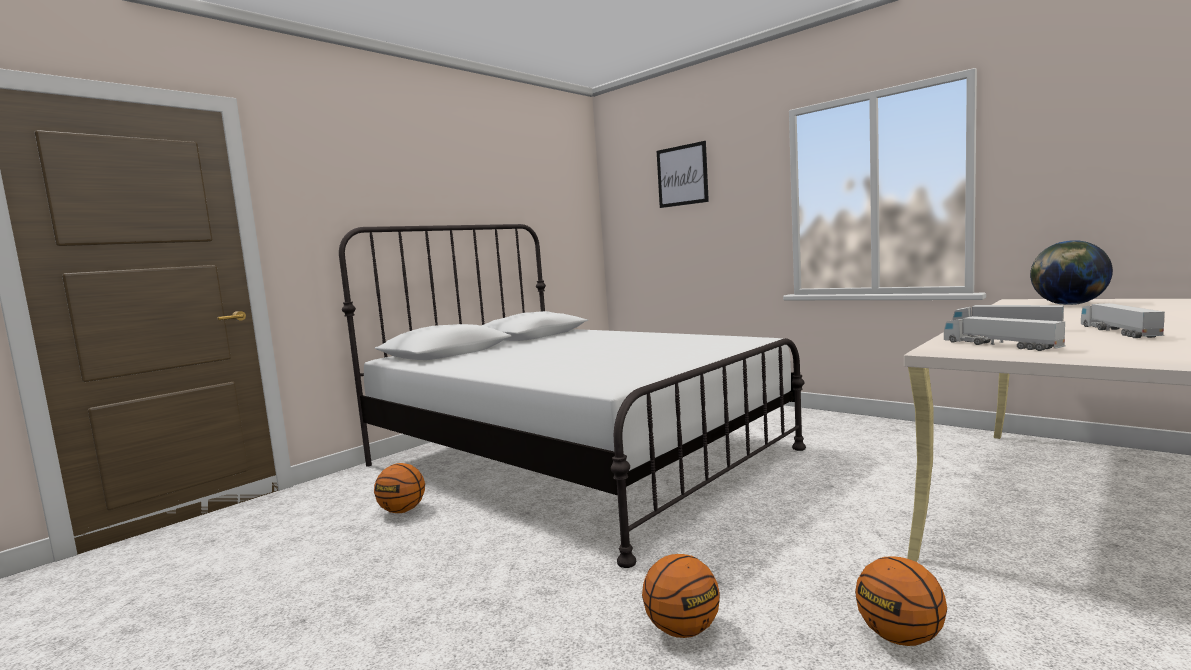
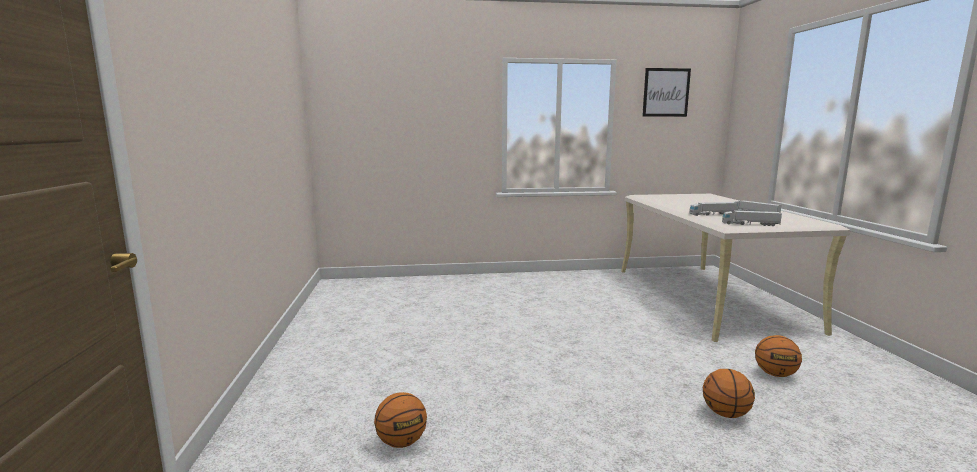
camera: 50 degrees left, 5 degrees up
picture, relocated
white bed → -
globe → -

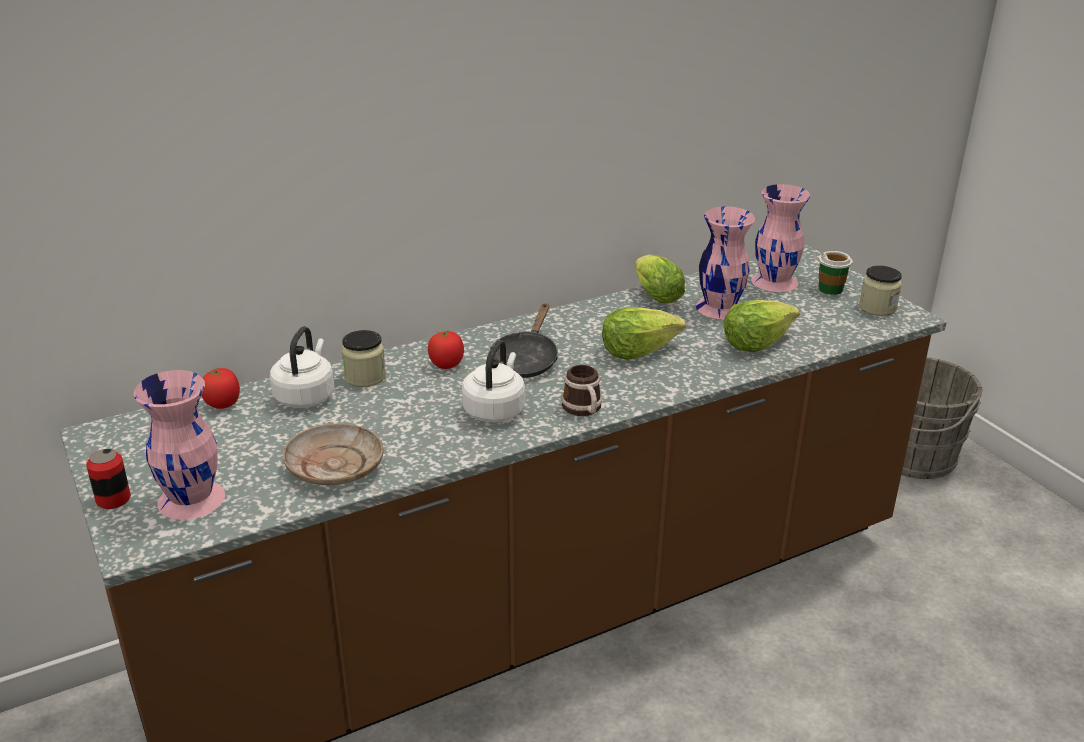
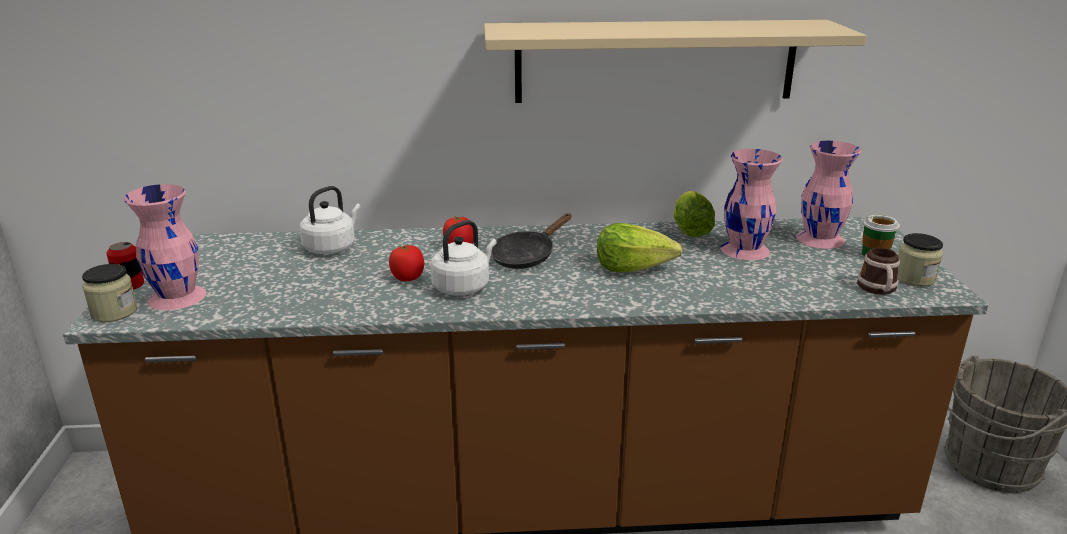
camera: 25 degrees right, 5 degrees down
jar (no. 1 from left), relocated
tomato (no. 1 from left), relocated
- → beige shelf
mug, relocated
beige plate → -
lettuce (no. 3 from left) → -

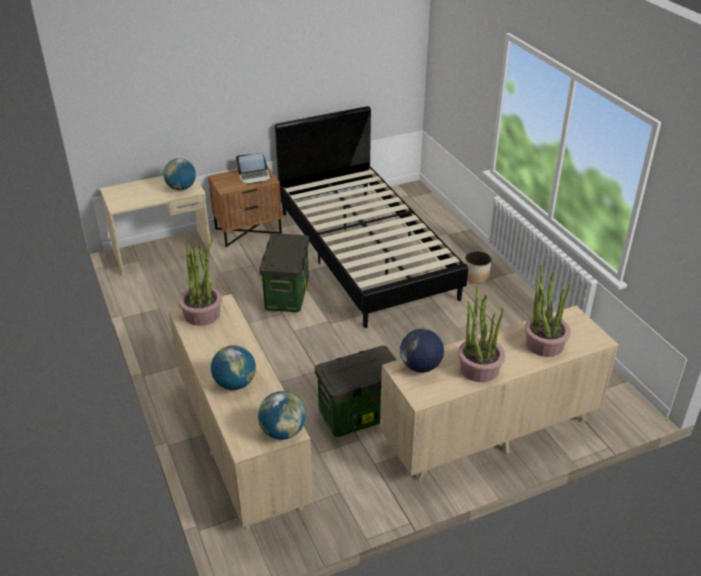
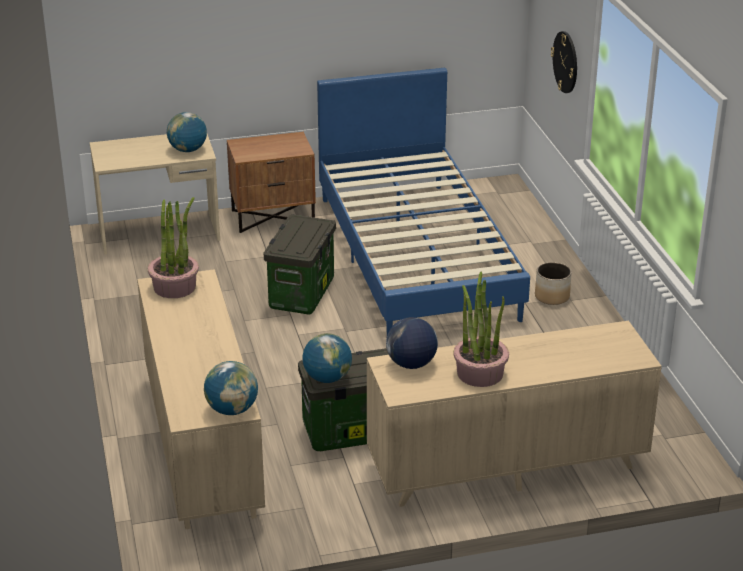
camera: 10 degrees right, 5 degrees down
globe (no. 2 from left in the first image) → globe (no. 3 from left), relocated
black bed → blue bed
- → wall clock
laptop → -
potted plant (no. 3 from left) → -

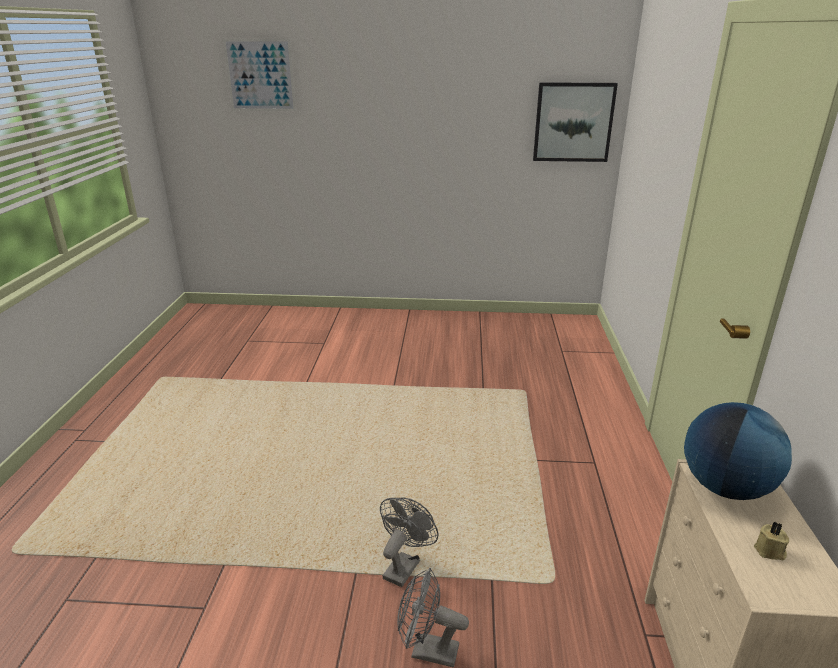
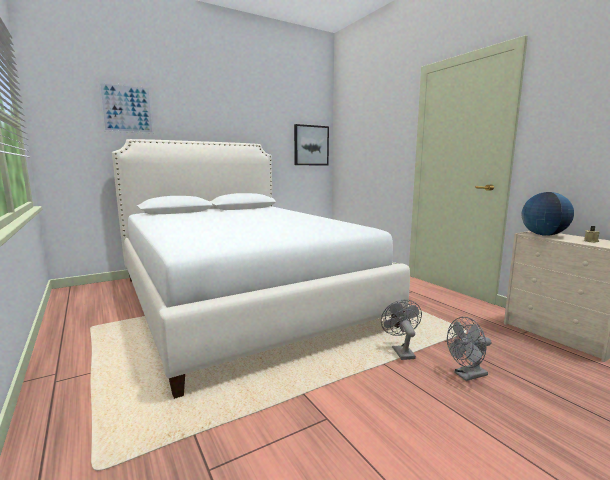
camera: 35 degrees left, 15 degrees down
- → white bed

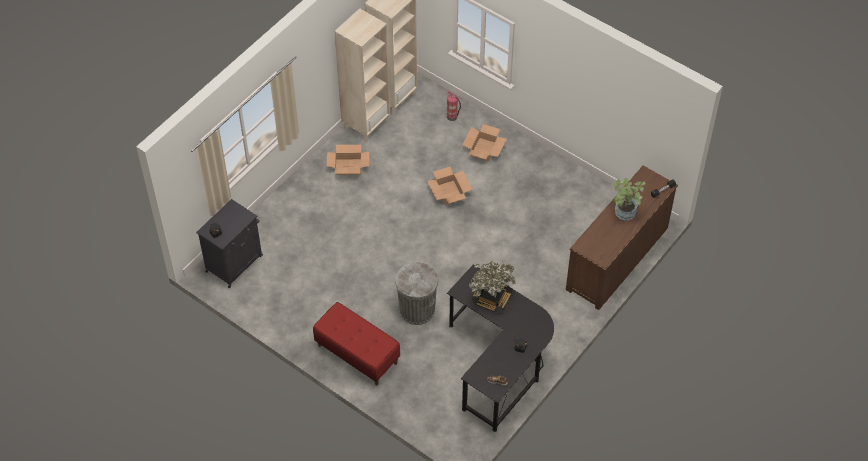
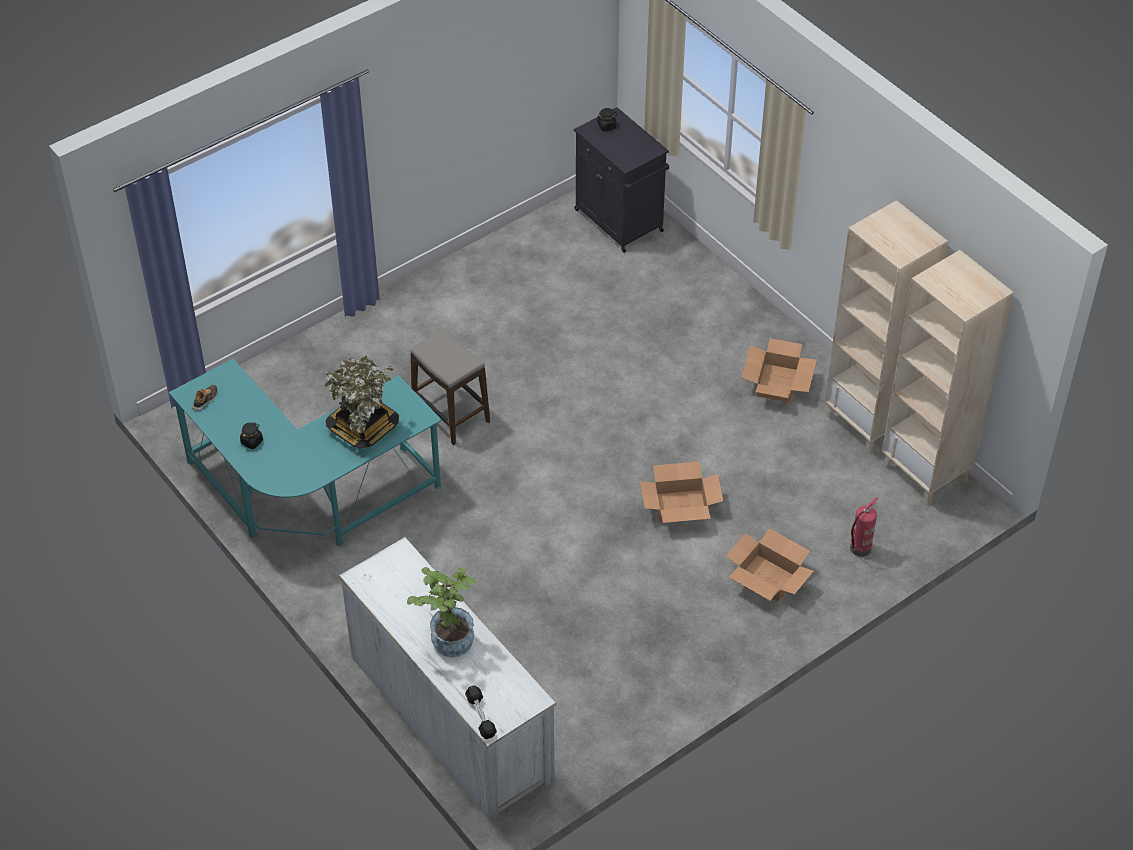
camera: 105 degrees right, 5 degrees down
black desk → turquoise desk
brown dresser → white dresser
grey trash can → stool
red bench → -

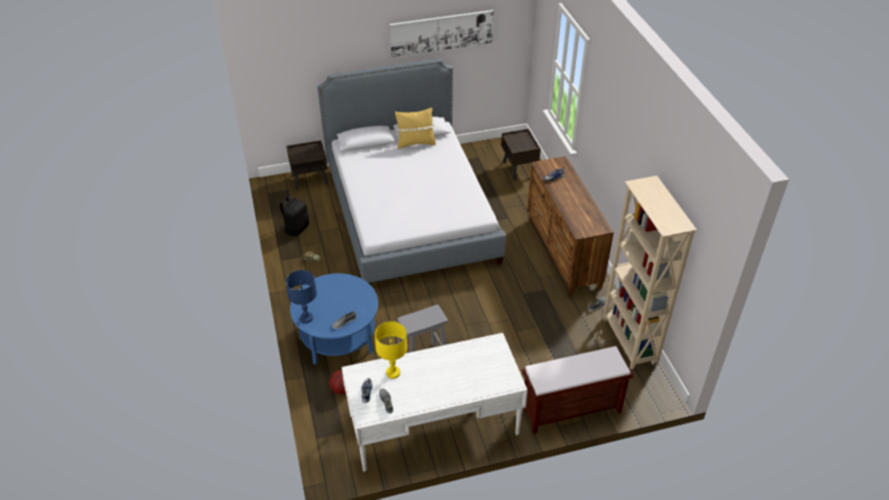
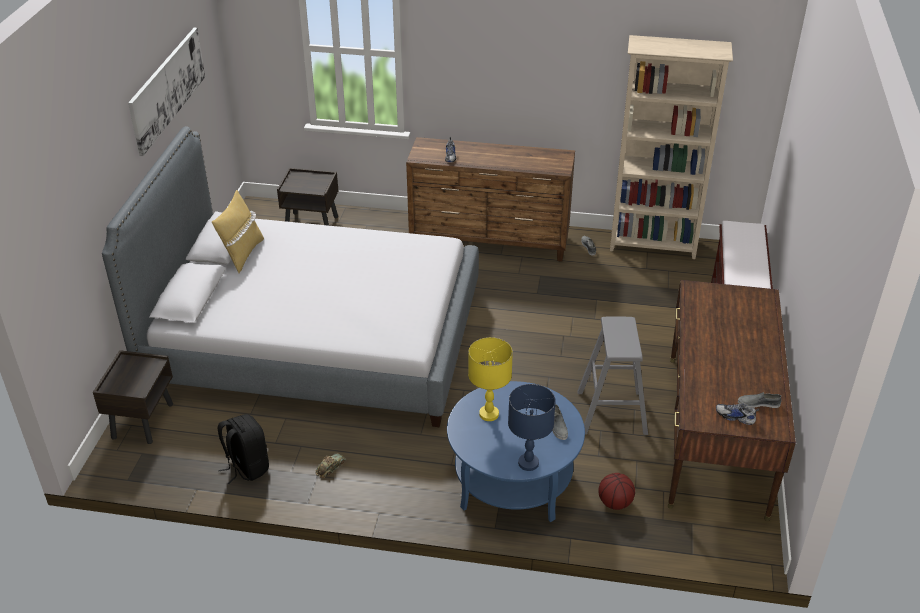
camera: 65 degrees left, 5 degrees down
yellow table lamp, relocated
white desk → brown desk

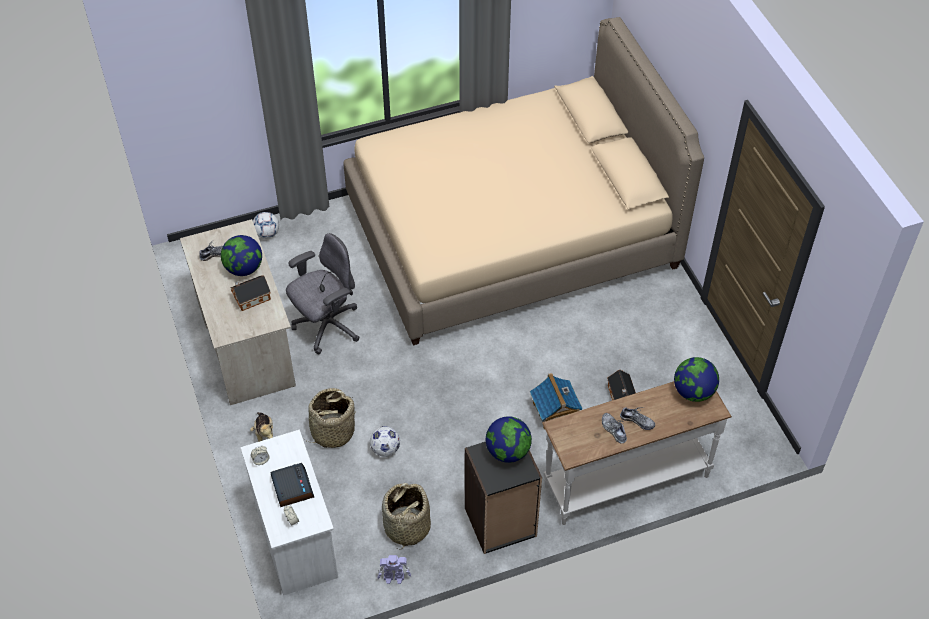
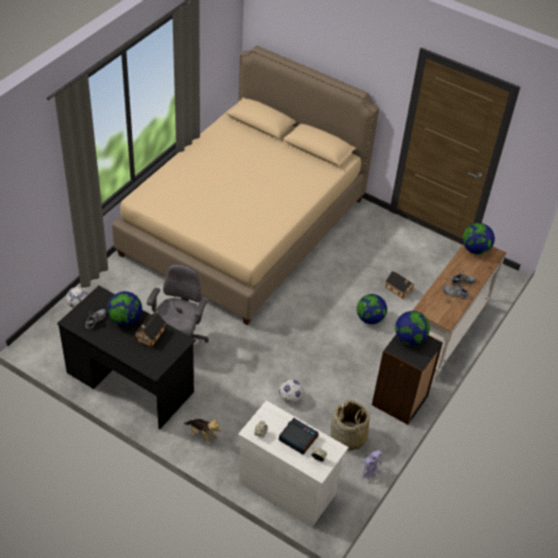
camera: 40 degrees left, 5 degrees down
beige desk → black desk
toy house (no. 2 from left) → globe (no. 2 from left)
basket (no. 1 from left) → -

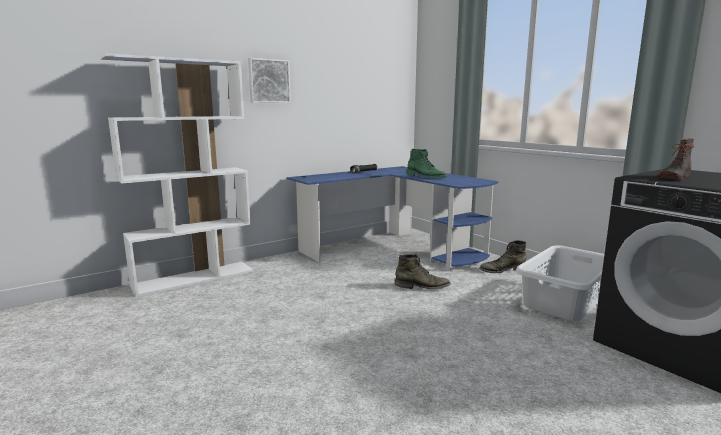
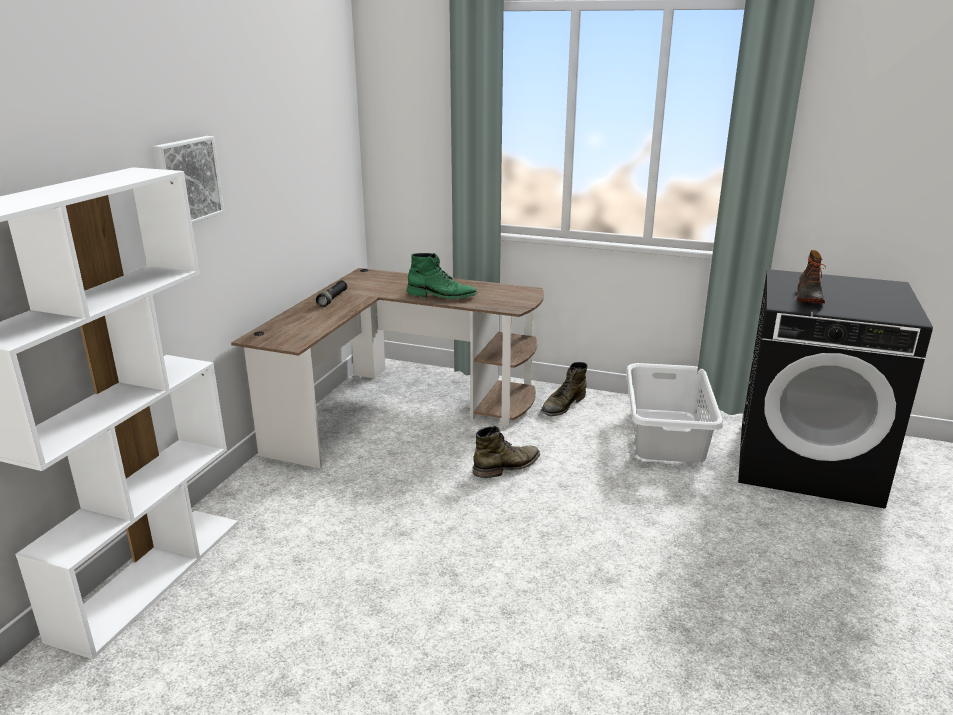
camera: 35 degrees left, 10 degrees up
blue desk → brown desk

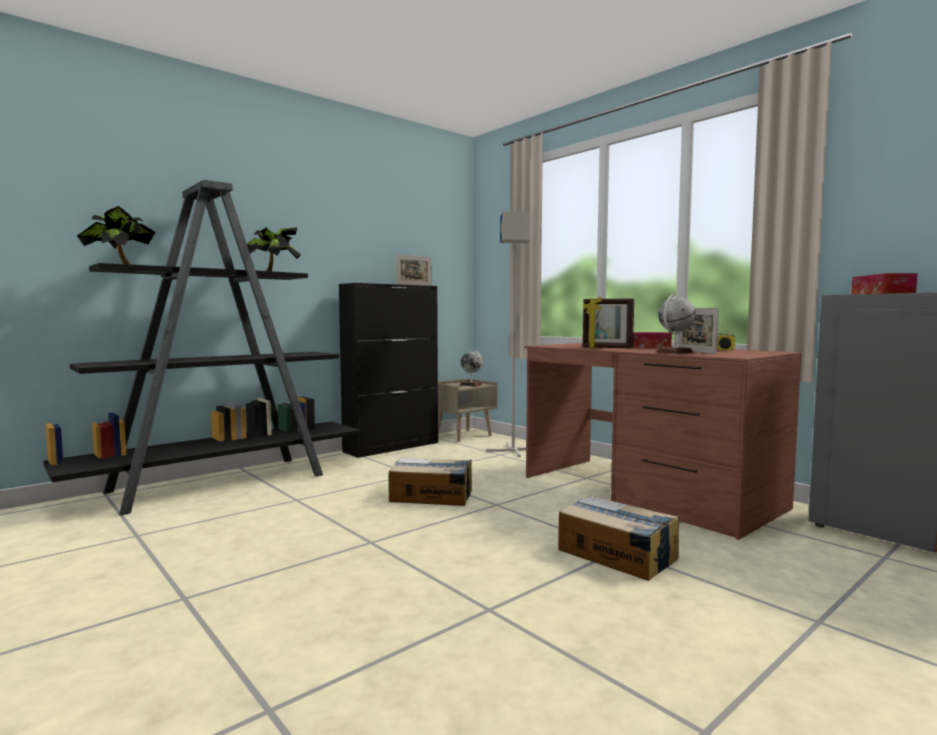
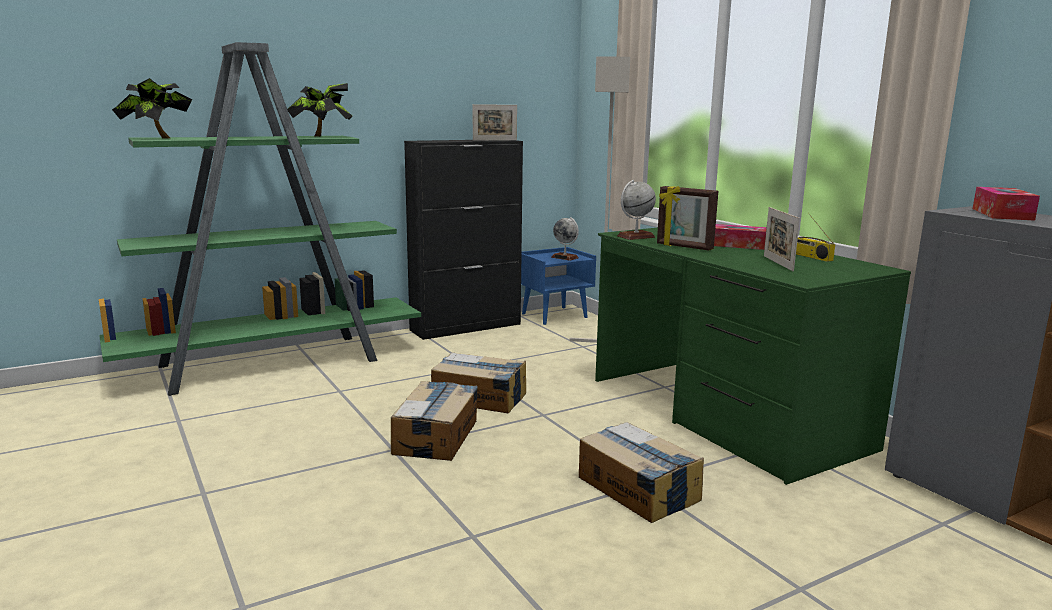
camera: 10 degrees right, 10 degrees up
black bookcase → green bookcase
- → cardboard box (no. 1 from left)
beige nightstand → blue nightstand
brown desk → green desk
globe (no. 2 from left), relocated

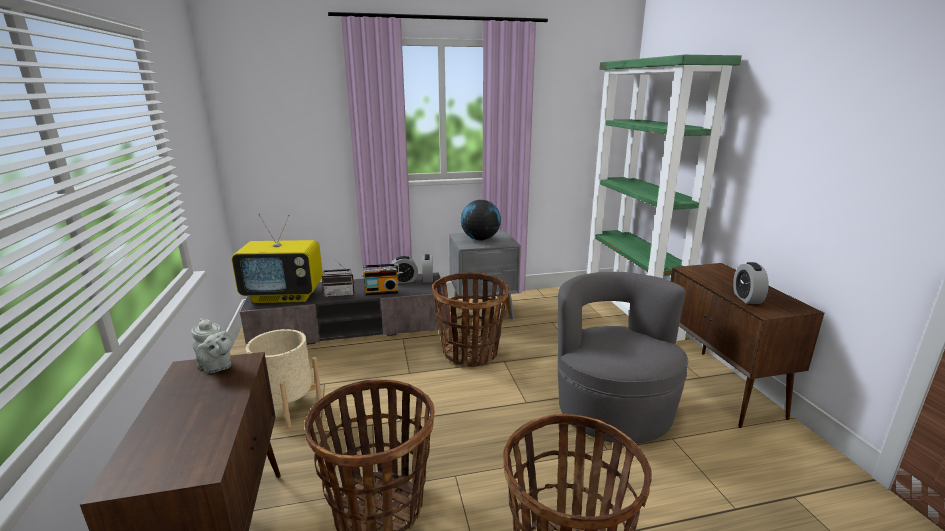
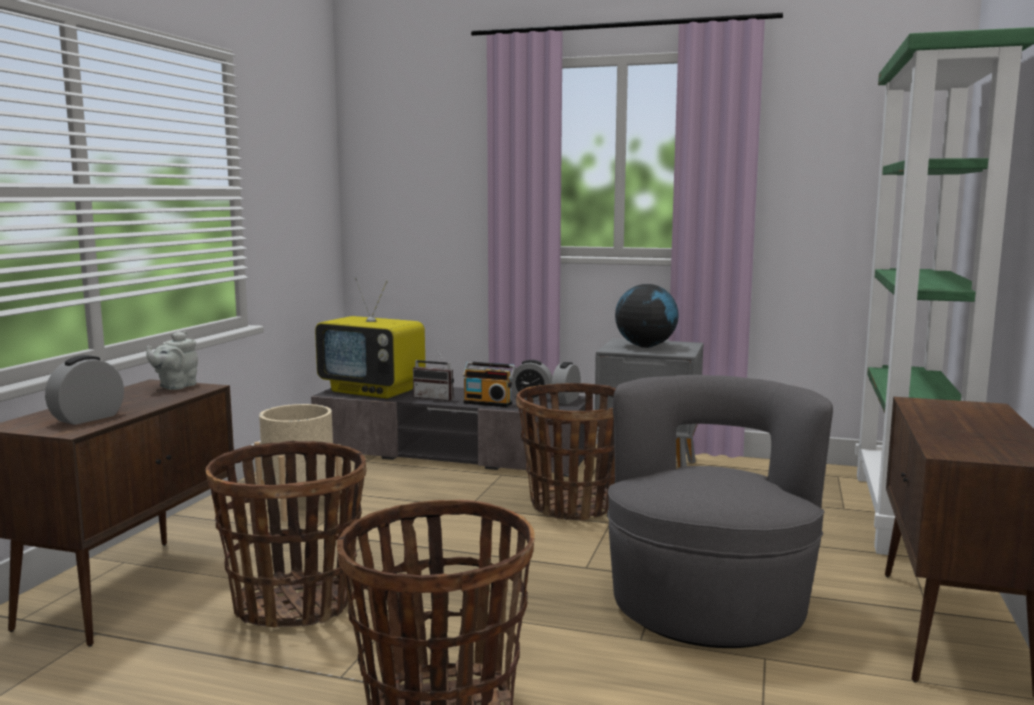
camera: 30 degrees right, 10 degrees down
alarm clock (no. 3 from left in the first image) → alarm clock (no. 1 from left), relocated
grey teapot, 45 degrees clockwise

